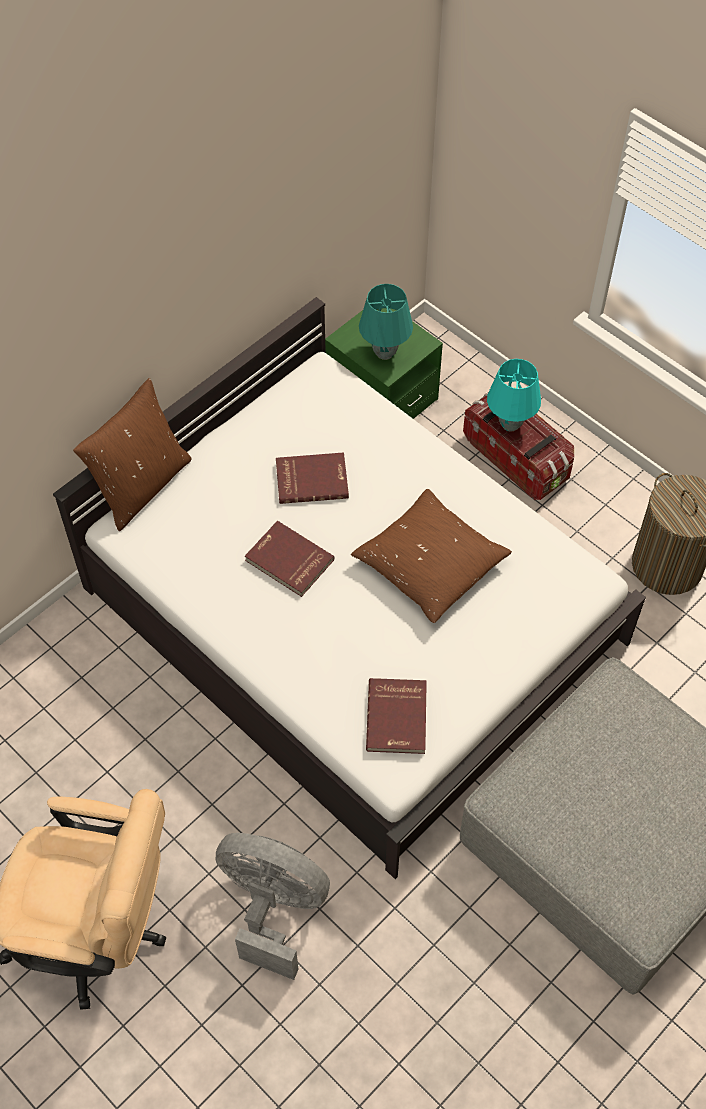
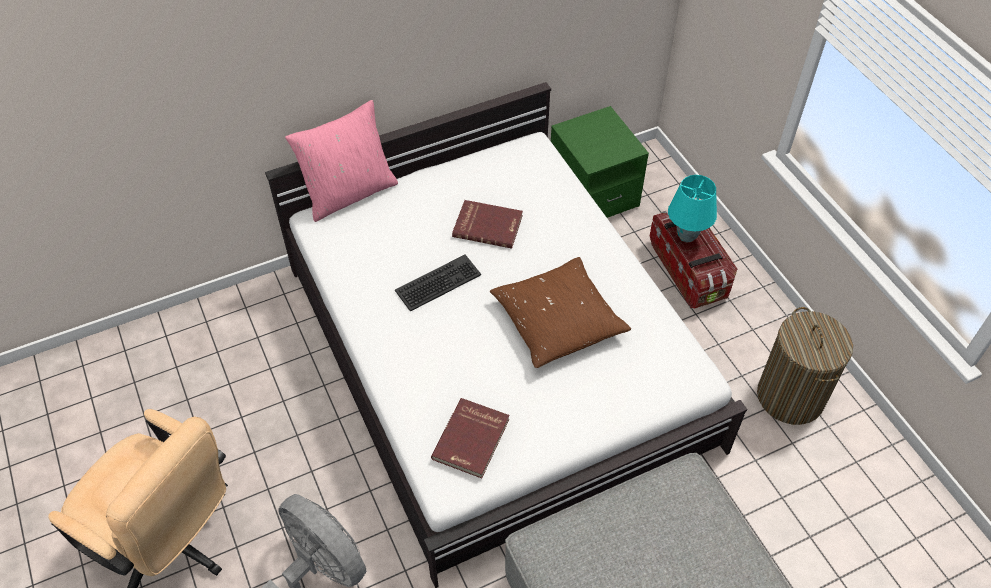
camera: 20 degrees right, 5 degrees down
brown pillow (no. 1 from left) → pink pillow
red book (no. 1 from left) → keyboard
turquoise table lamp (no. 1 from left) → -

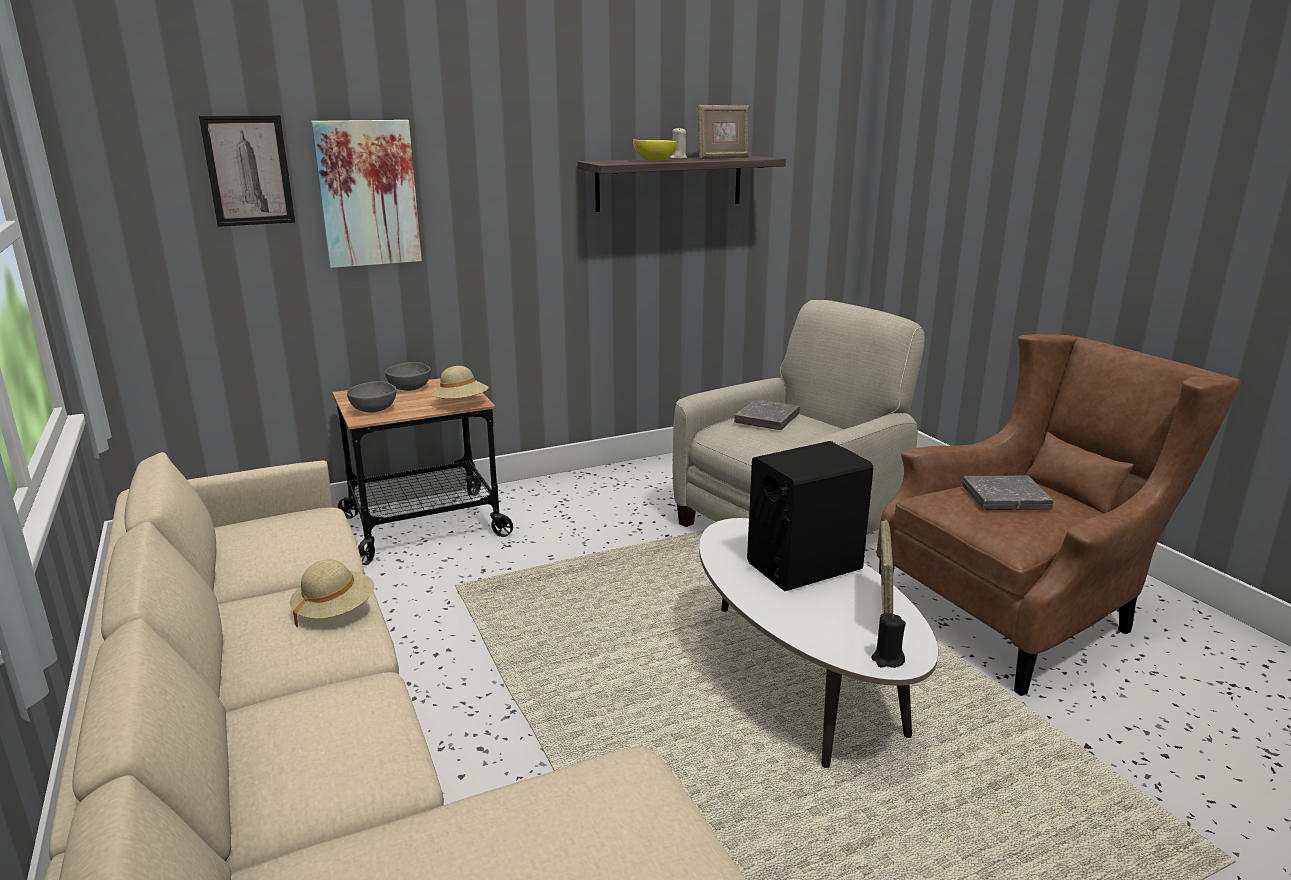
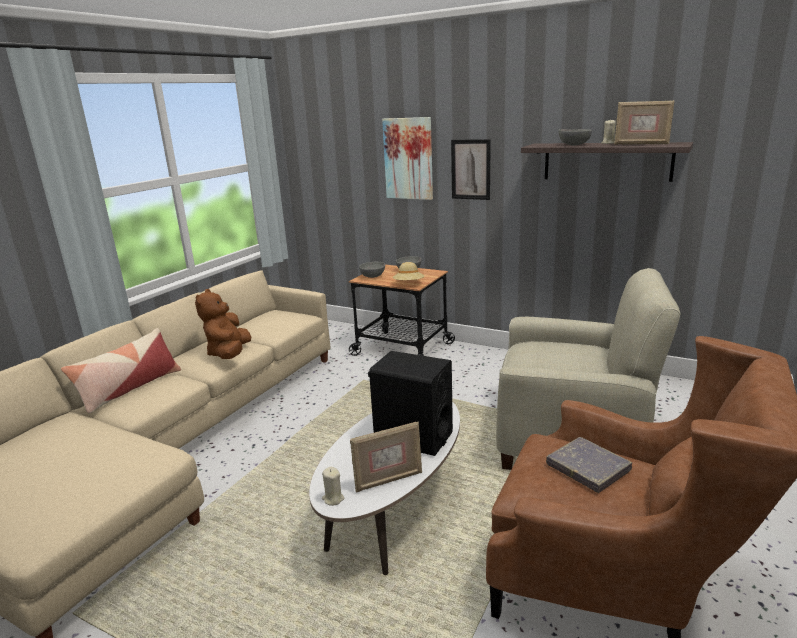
camera: 55 degrees right, 0 degrees up
- → pillow
beige hat (no. 1 from left) → brown plush toy
black candle → beige candle (no. 1 from left)
picture (no. 1 from left in the first image) → picture (no. 2 from left), relocated
yellow bowl → grey bowl (no. 3 from left)
grey book (no. 1 from left) → -

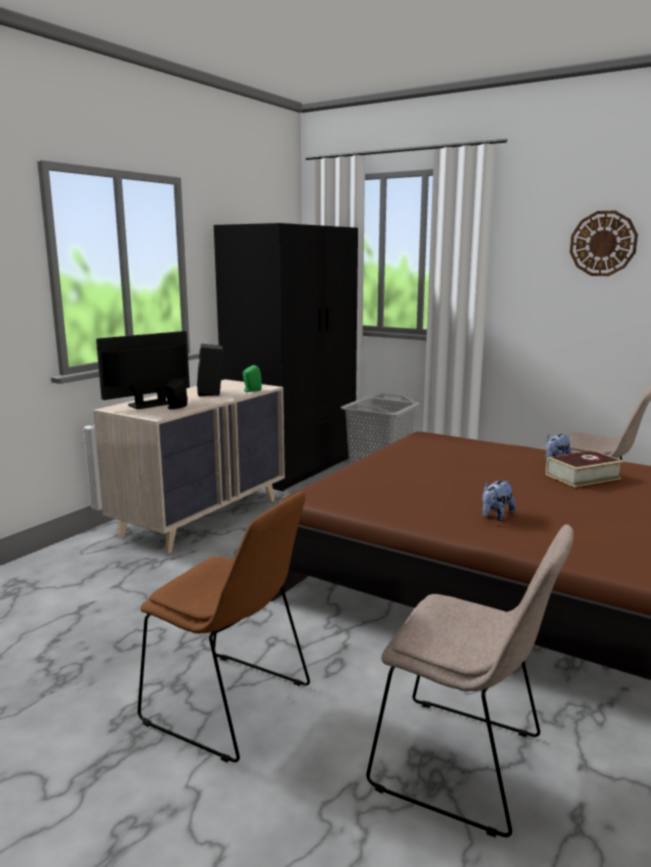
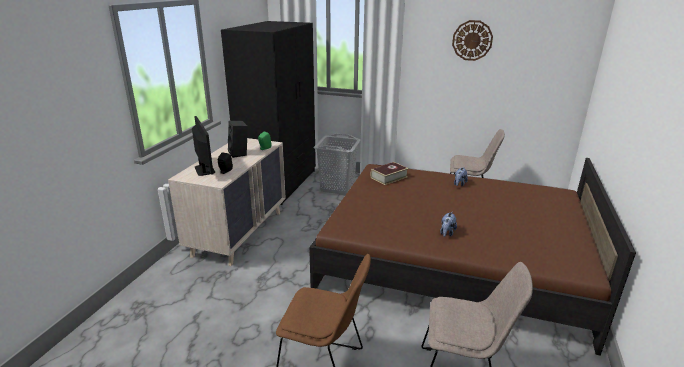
camera: 15 degrees left, 10 degrees up
monitor, 120 degrees clockwise
book, relocated

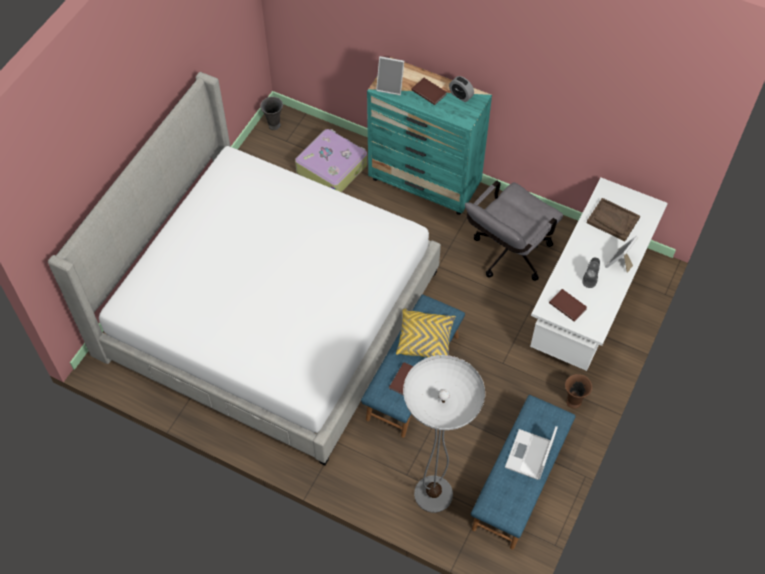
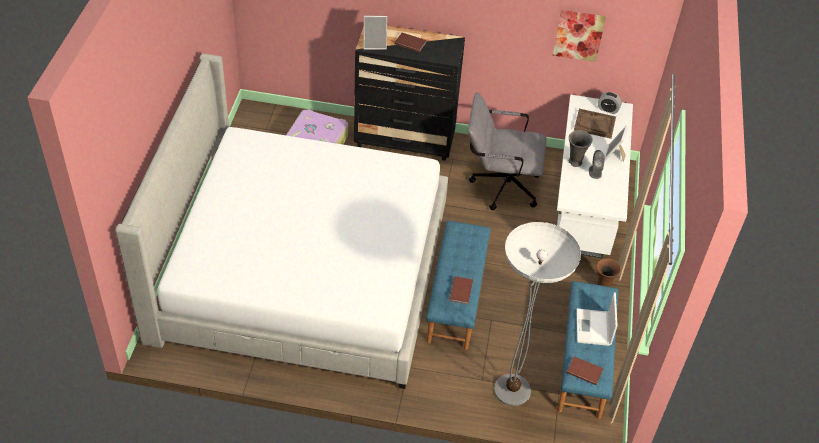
camera: 20 degrees left, 10 degrees down
turquoise dresser → black dresser
grey office chair, 75 degrees clockwise
- → picture
brown book (no. 3 from left), relocated
grey vase, relocated
alarm clock, relocated
yellow pillow → -

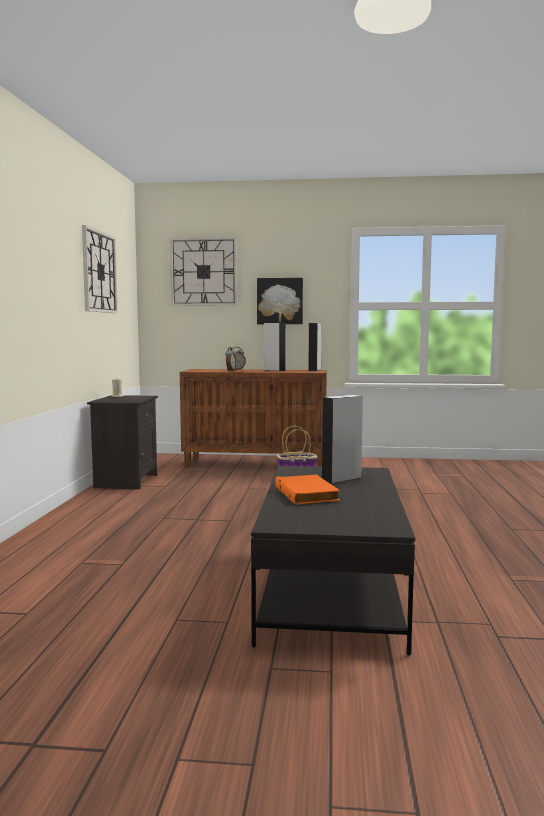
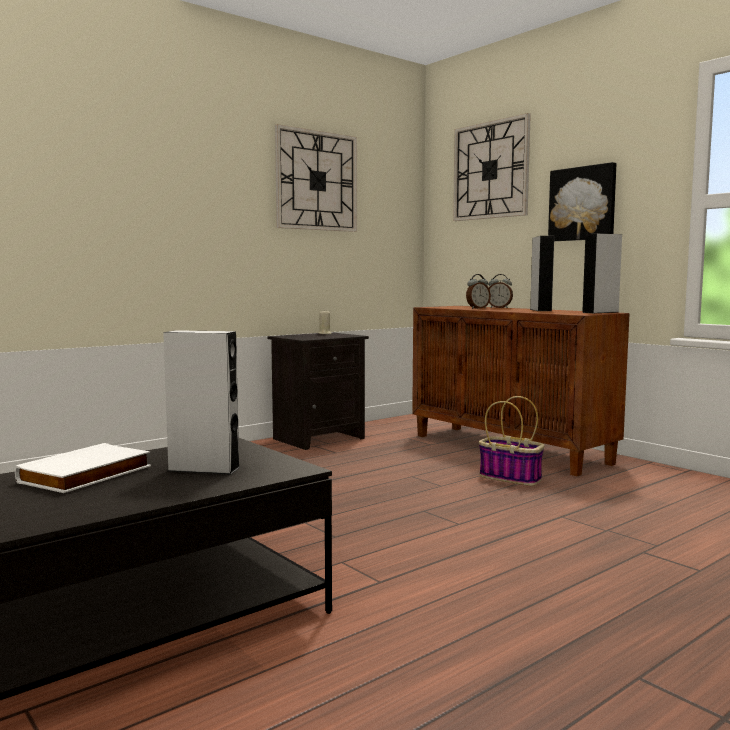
camera: 45 degrees right, 0 degrees up
orange book → white book

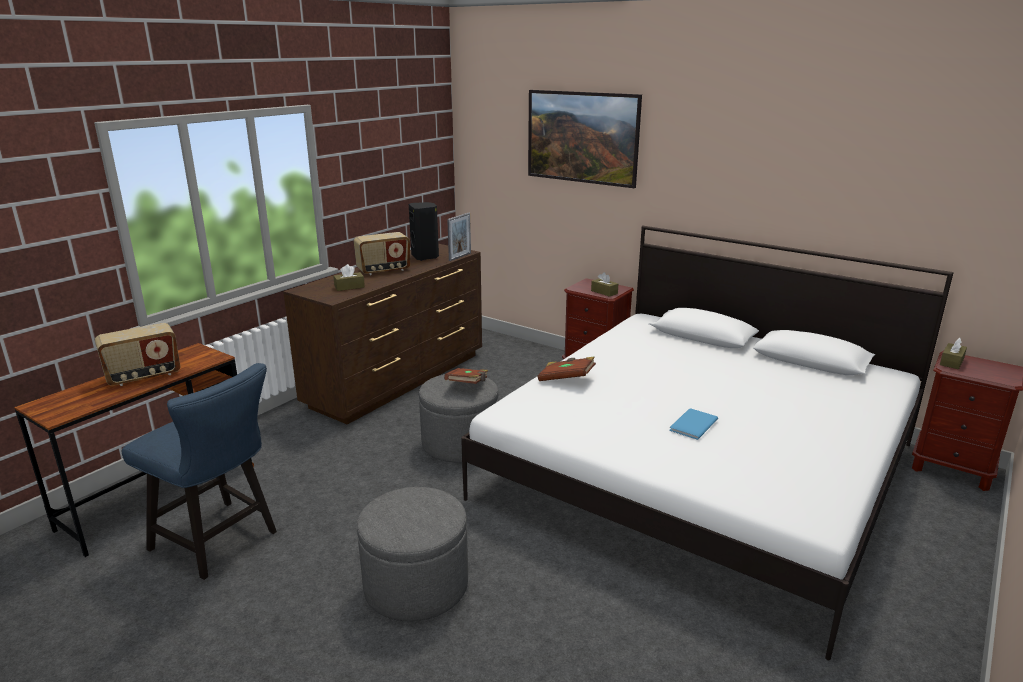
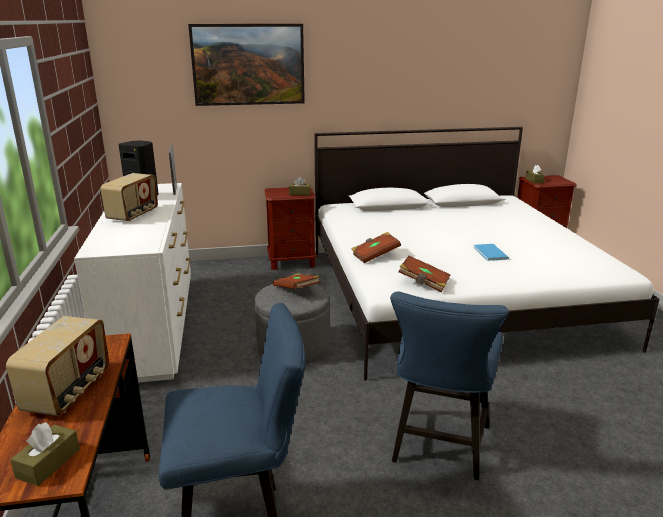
camera: 45 degrees left, 0 degrees up
brown tissue box (no. 1 from left), relocated
brown dresser → white dresser
grey ottoman (no. 1 from left) → blue chair (no. 2 from left)
- → brown book (no. 3 from left)

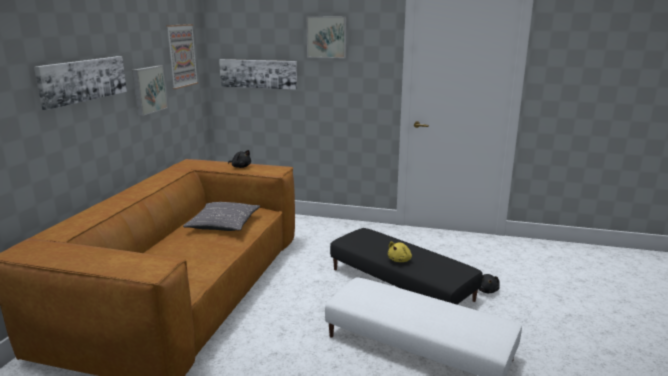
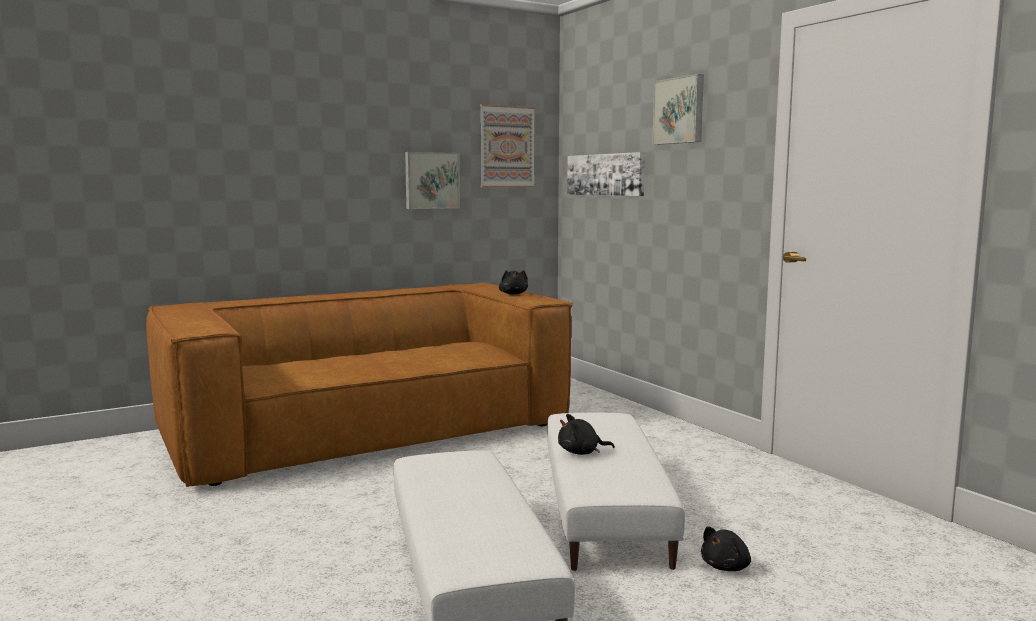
camera: 45 degrees right, 10 degrees down
black ottoman → white ottoman (no. 2 from left)
yellow plush toy → black plush toy (no. 2 from left)
picture (no. 1 from left) → -
grey pillow → -

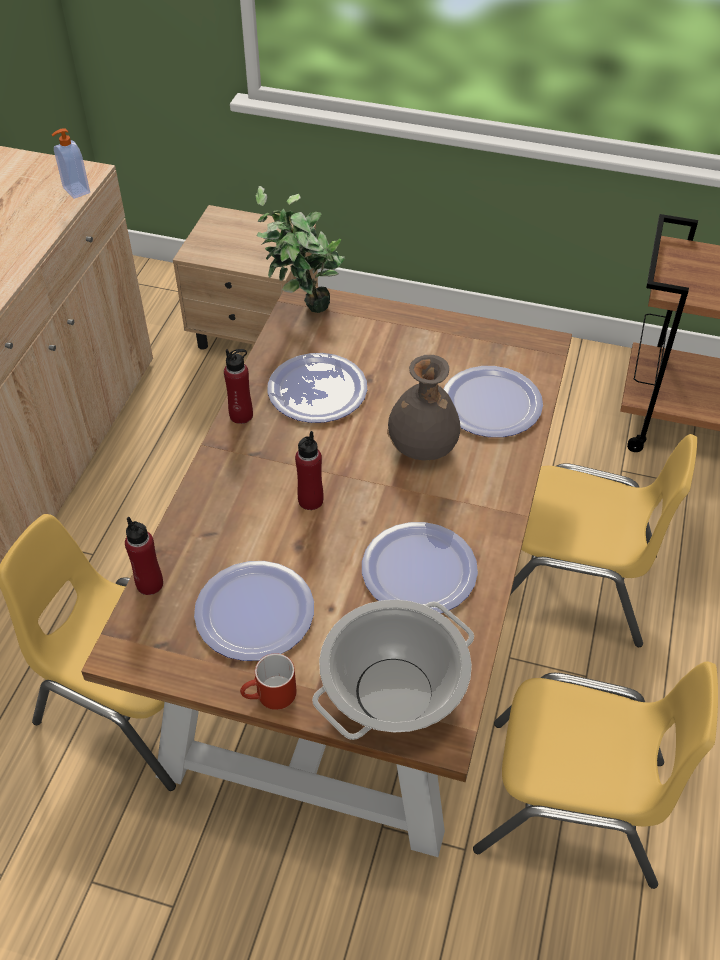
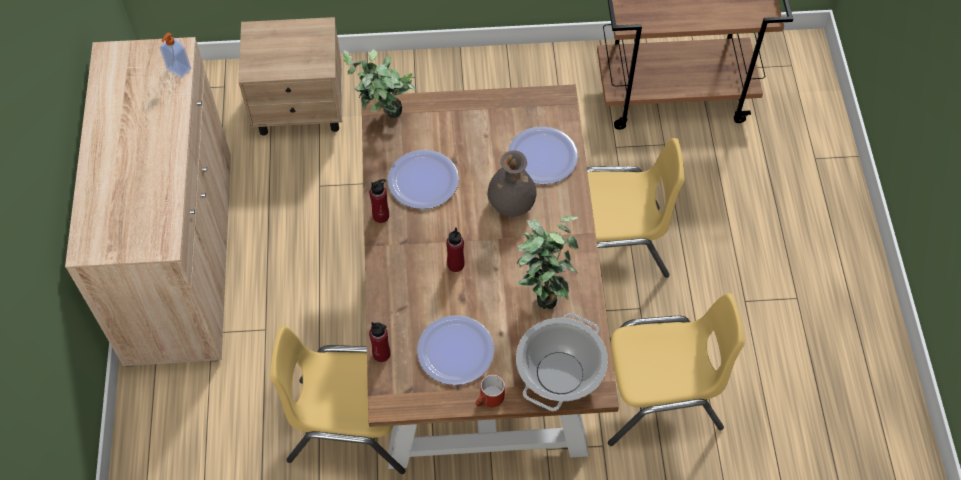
camera: 20 degrees left, 10 degrees up
plate (no. 3 from left) → potted plant (no. 2 from left)

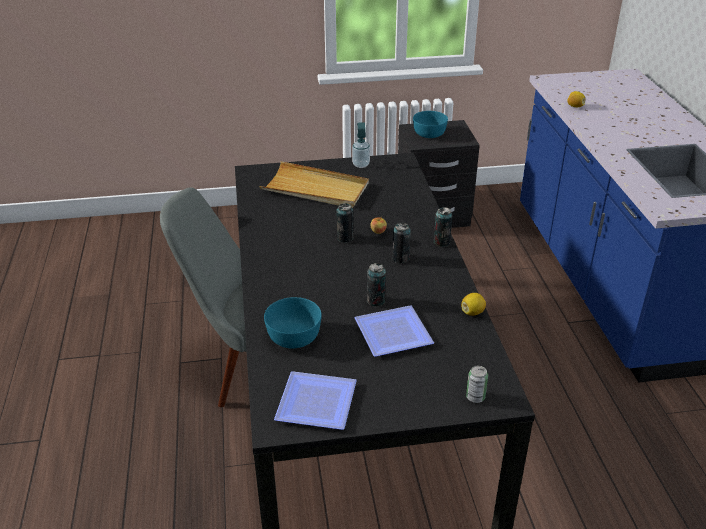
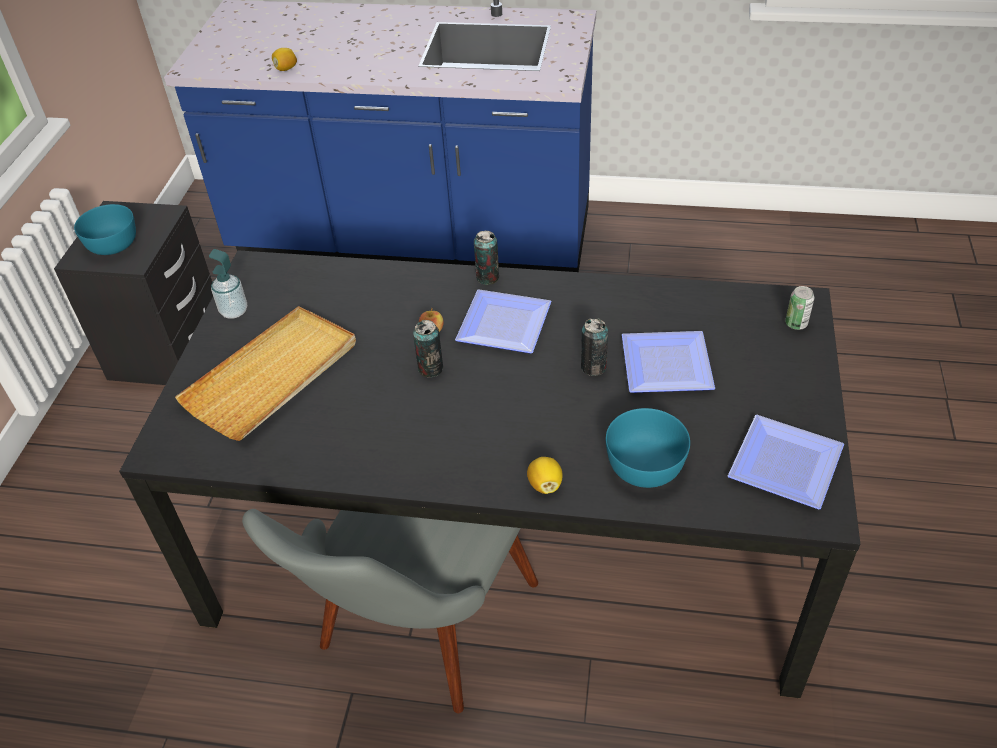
camera: 70 degrees left, 10 degrees up
can (no. 3 from left) → plate (no. 1 from left)
lemon (no. 1 from left in the first image) → lemon (no. 2 from left), relocated

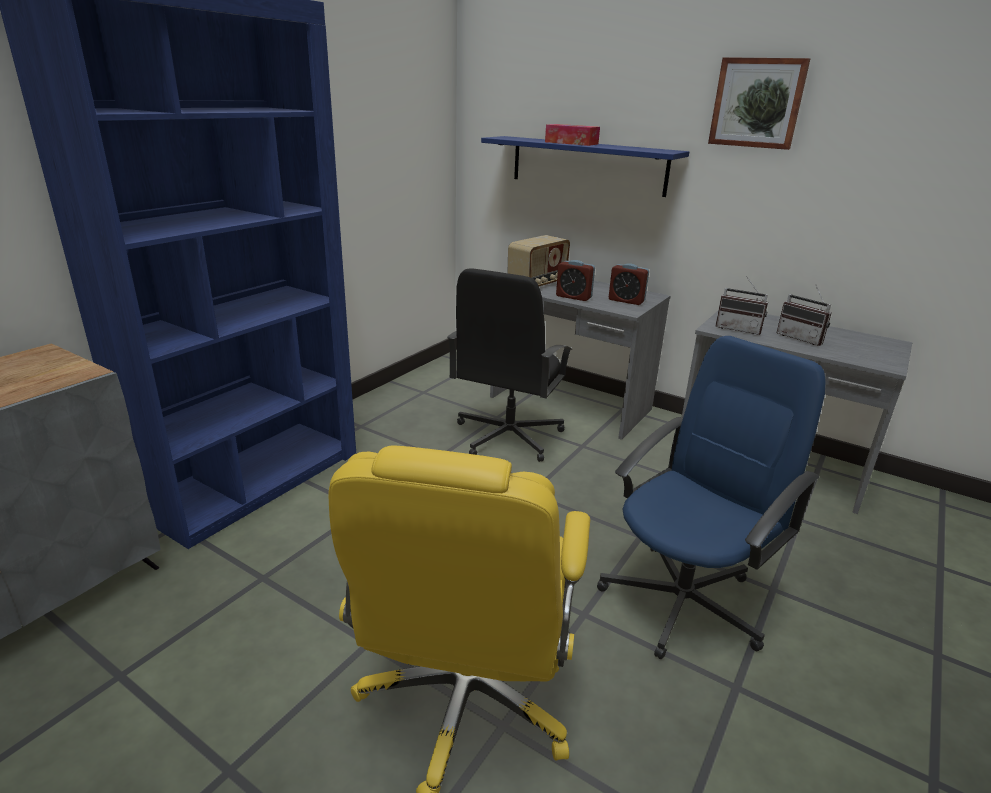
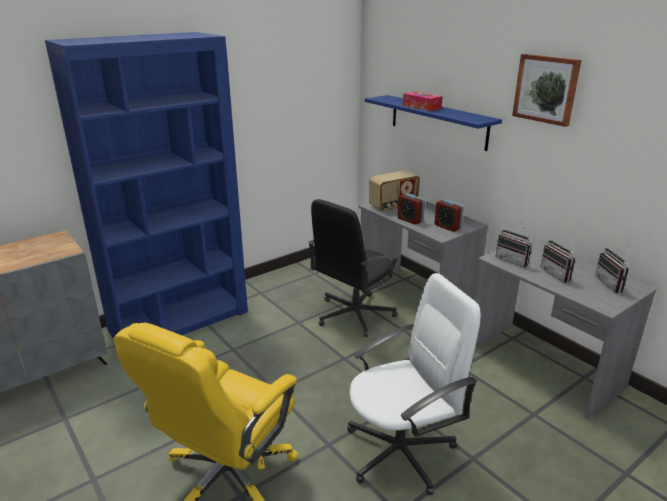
camera: 20 degrees right, 0 degrees up
blue office chair → white office chair
- → radio (no. 4 from left)

